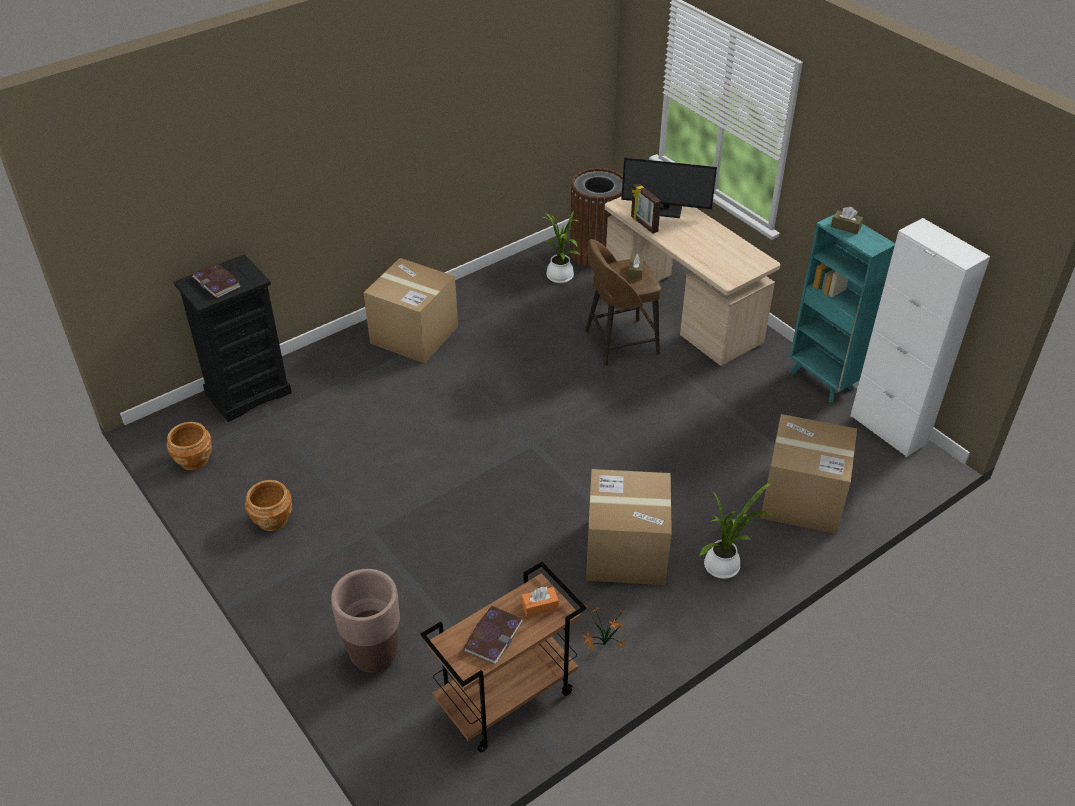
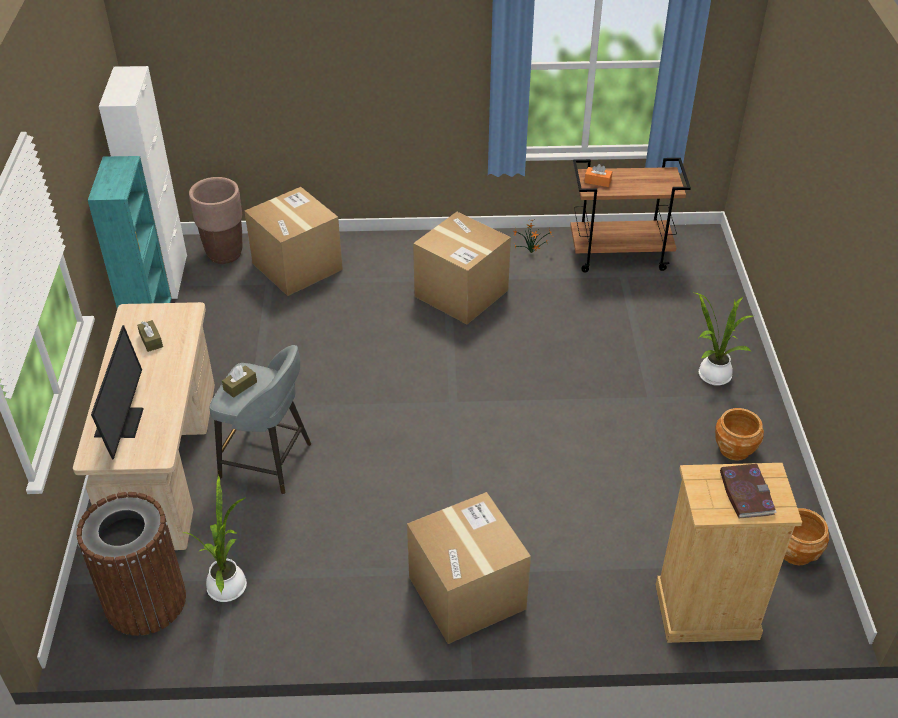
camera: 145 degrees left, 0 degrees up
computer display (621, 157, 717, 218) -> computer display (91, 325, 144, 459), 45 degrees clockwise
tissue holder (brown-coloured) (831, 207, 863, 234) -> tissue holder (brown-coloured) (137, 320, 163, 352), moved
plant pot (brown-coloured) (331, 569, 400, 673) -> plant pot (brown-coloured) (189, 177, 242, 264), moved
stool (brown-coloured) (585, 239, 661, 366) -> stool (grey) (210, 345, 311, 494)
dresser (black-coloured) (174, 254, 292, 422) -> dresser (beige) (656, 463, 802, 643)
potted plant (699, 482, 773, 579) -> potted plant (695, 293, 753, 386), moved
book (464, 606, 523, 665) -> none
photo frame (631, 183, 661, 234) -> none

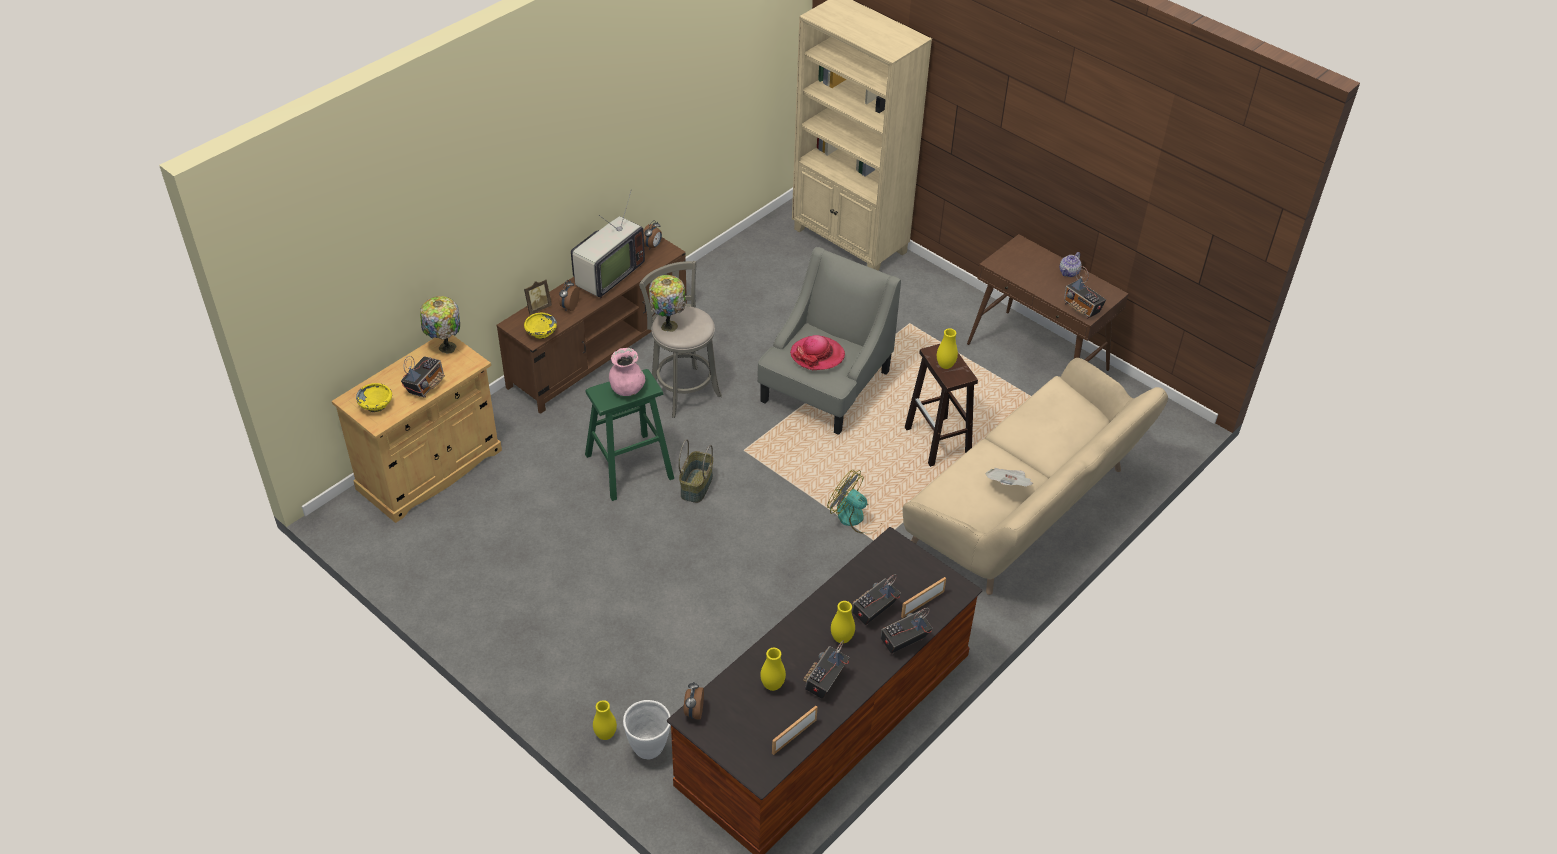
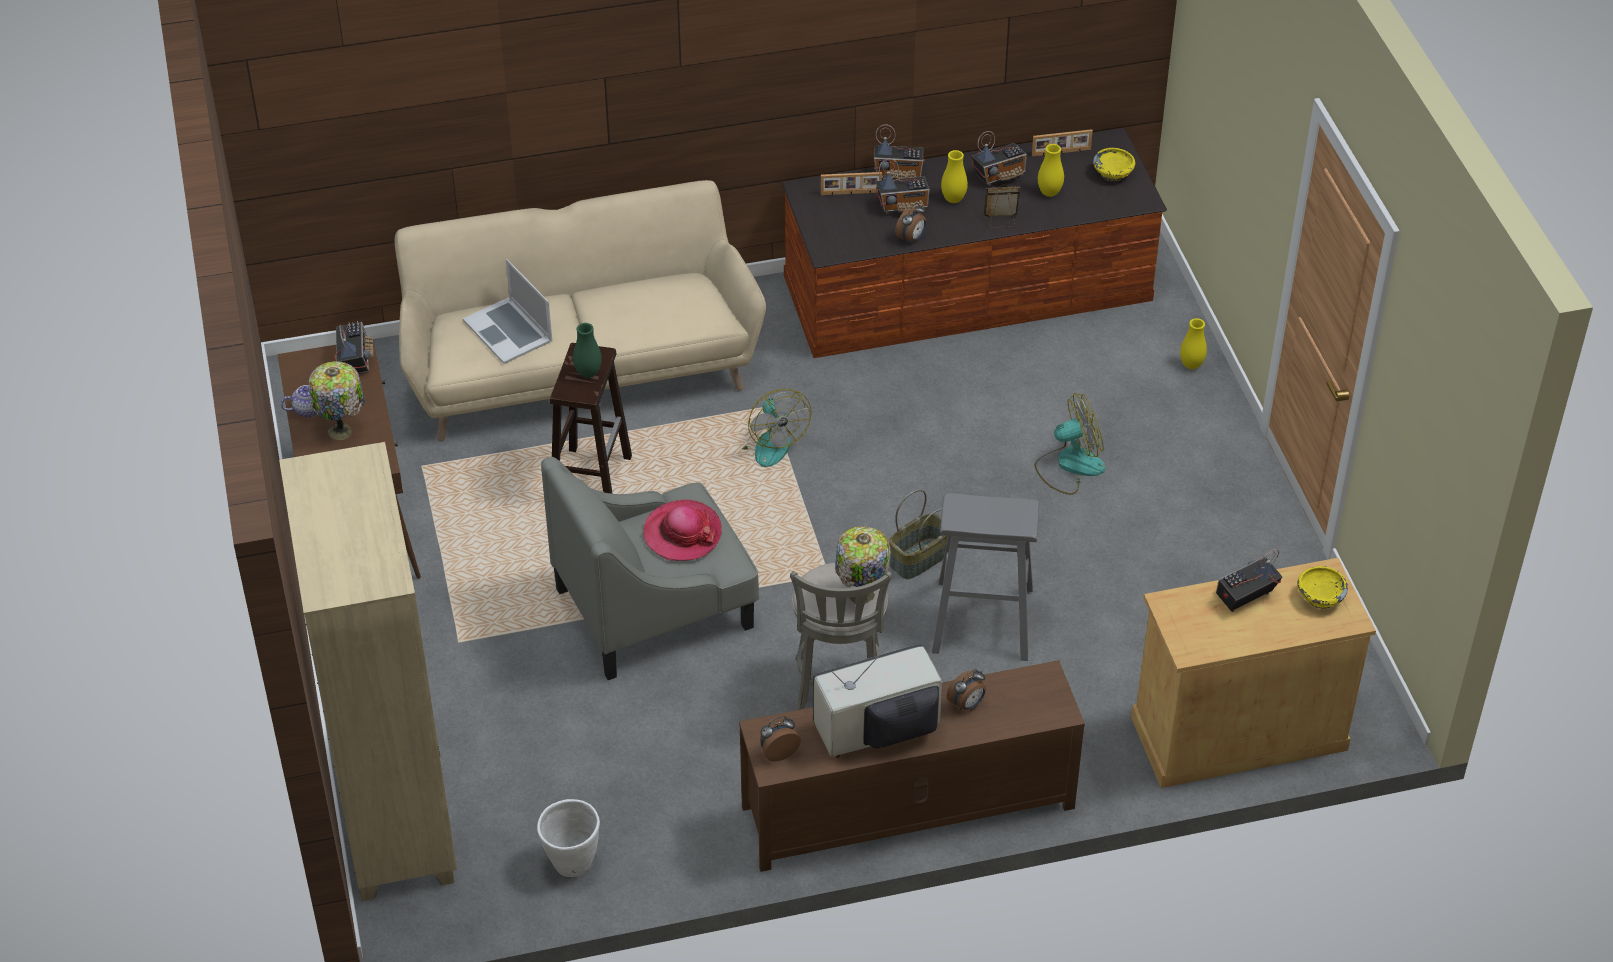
camera: 145 degrees left, 0 degrees up
table lamp (420, 296, 460, 354) -> table lamp (308, 361, 365, 440), moved
none -> portable computer (463, 259, 552, 364)
plant pot (white-coloured) (623, 700, 671, 759) -> plant pot (white-coloured) (537, 799, 600, 877), moved
decorative vase (yellow-coloured) (937, 328, 958, 369) -> decorative vase (green-coloured) (573, 323, 602, 378)
bedside clock (684, 681, 704, 720) -> bedside clock (895, 203, 926, 244), moved
stool (green-coloured) (585, 369, 674, 501) -> stool (grey) (932, 493, 1039, 661)
photo frame (524, 279, 552, 315) -> photo frame (984, 184, 1020, 228), moved
none -> cooling fan (1035, 393, 1106, 495)
deep dish (yellow-coloured) (524, 313, 557, 339) -> deep dish (yellow-coloured) (1093, 148, 1135, 182), moved
decorative vase (pinkish) (609, 348, 645, 396) -> none
printed paper (986, 468, 1033, 487) -> none

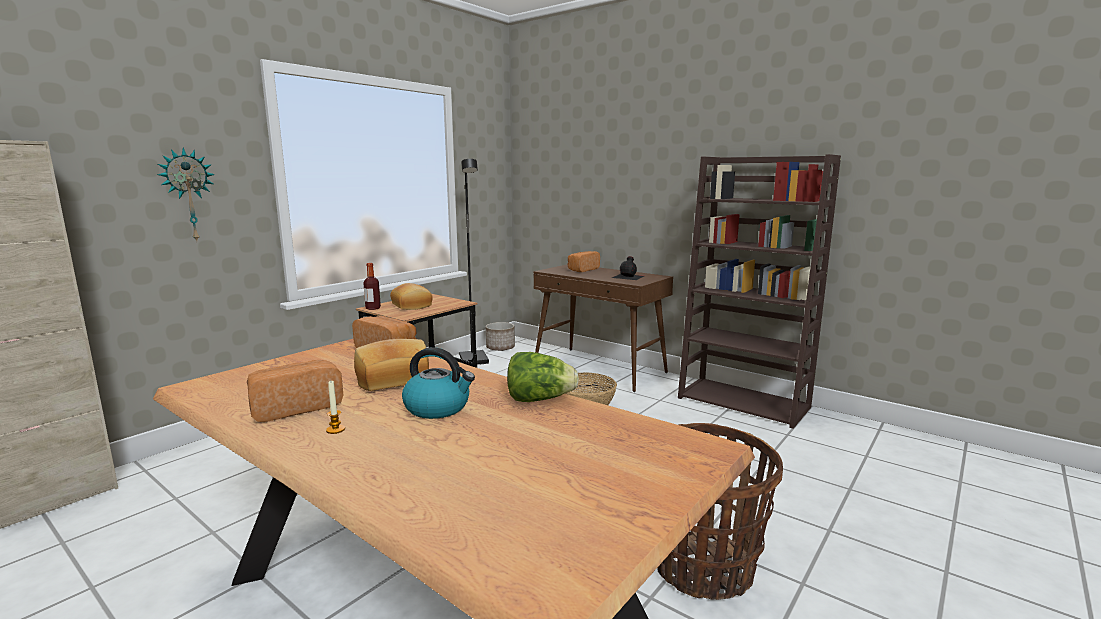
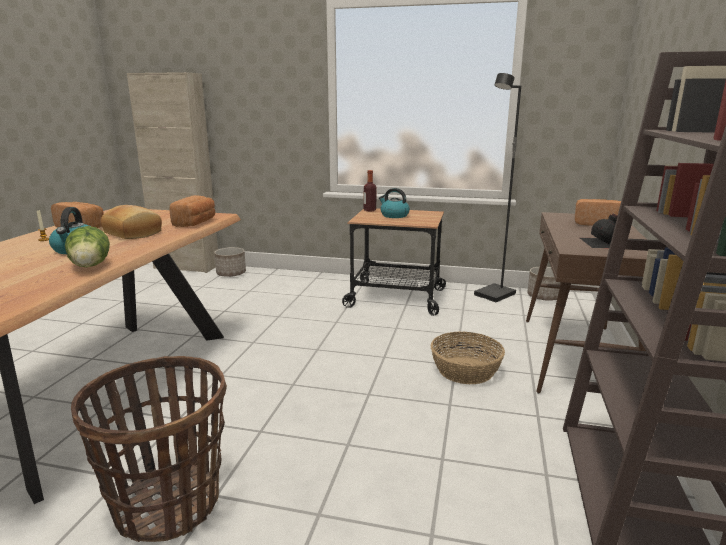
camera: 65 degrees right, 5 degrees up
none -> plant pot (214, 247, 246, 277)
bakery bread (390, 283, 433, 310) -> kettle (379, 188, 410, 218)
wall clock (157, 148, 215, 241) -> none

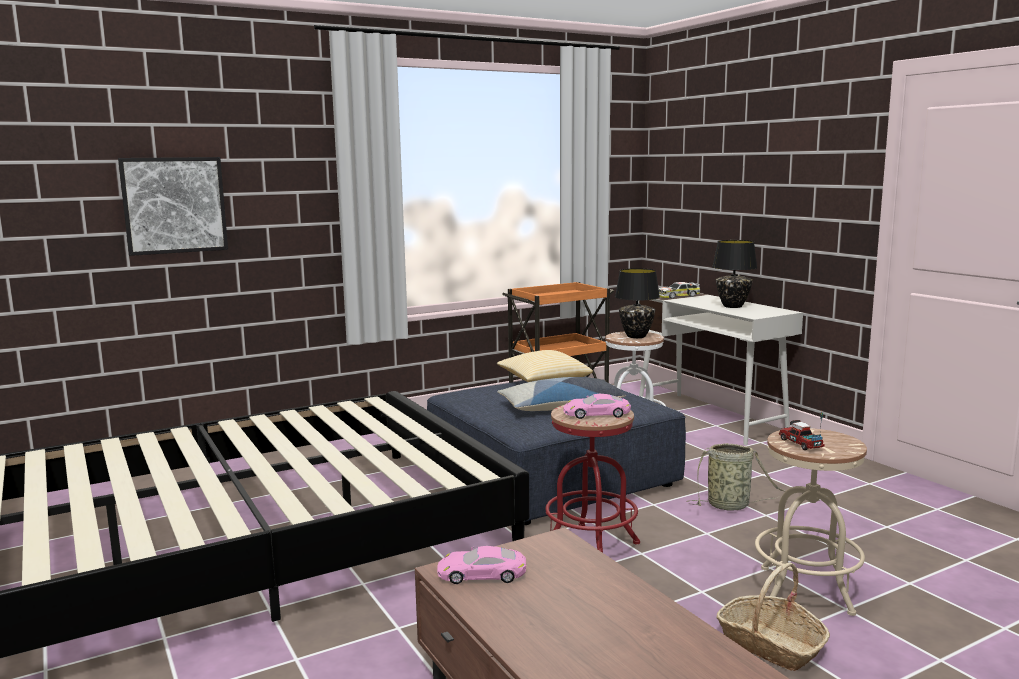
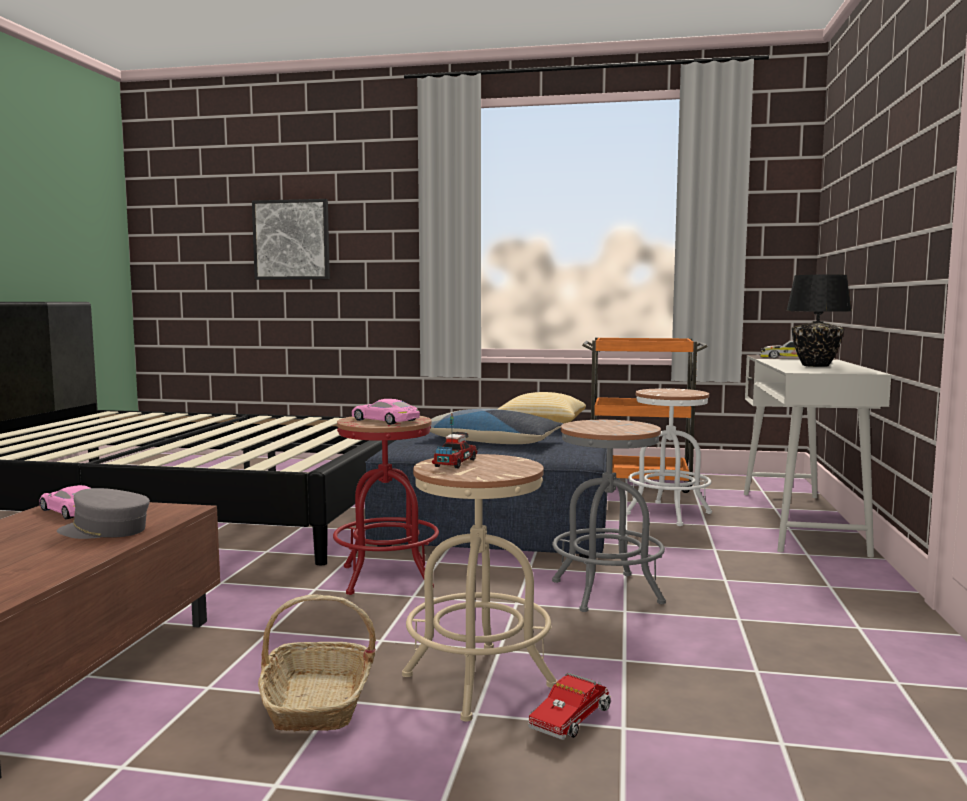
camera: 40 degrees right, 5 degrees down
none -> baseball cap (grey) (57, 488, 150, 539)
none -> toy lorry (528, 673, 611, 740)
basket (686, 443, 785, 511) -> stool (grey) (552, 420, 666, 612)
table lamp (black-coloured) (615, 268, 660, 338) -> none

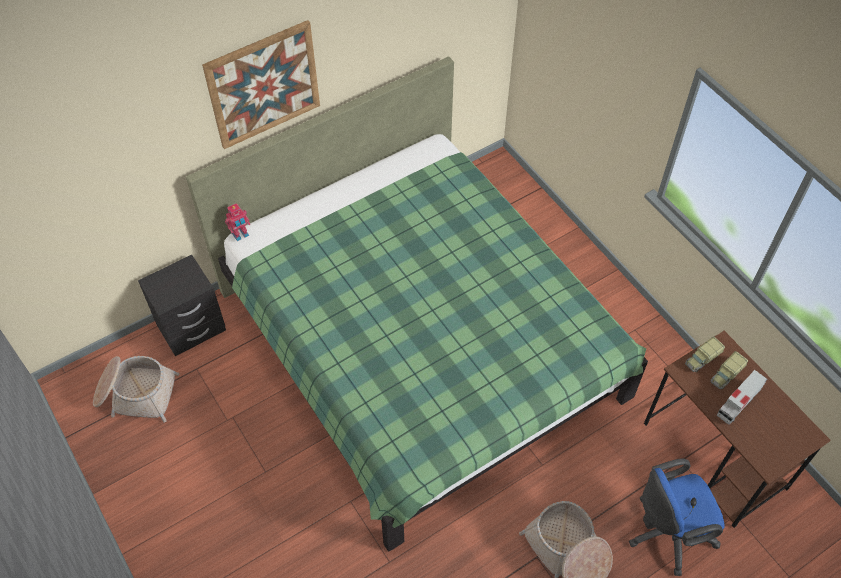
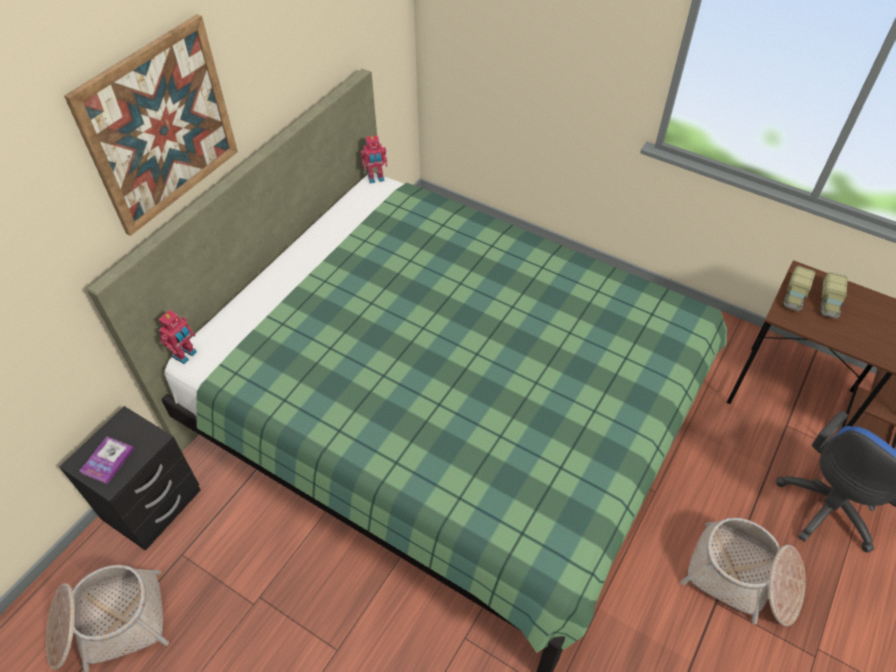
camera: 25 degrees left, 5 degrees down
none -> book (80, 437, 134, 484)
none -> toy robot (361, 135, 387, 183)
toy lorry (717, 370, 767, 425) -> none

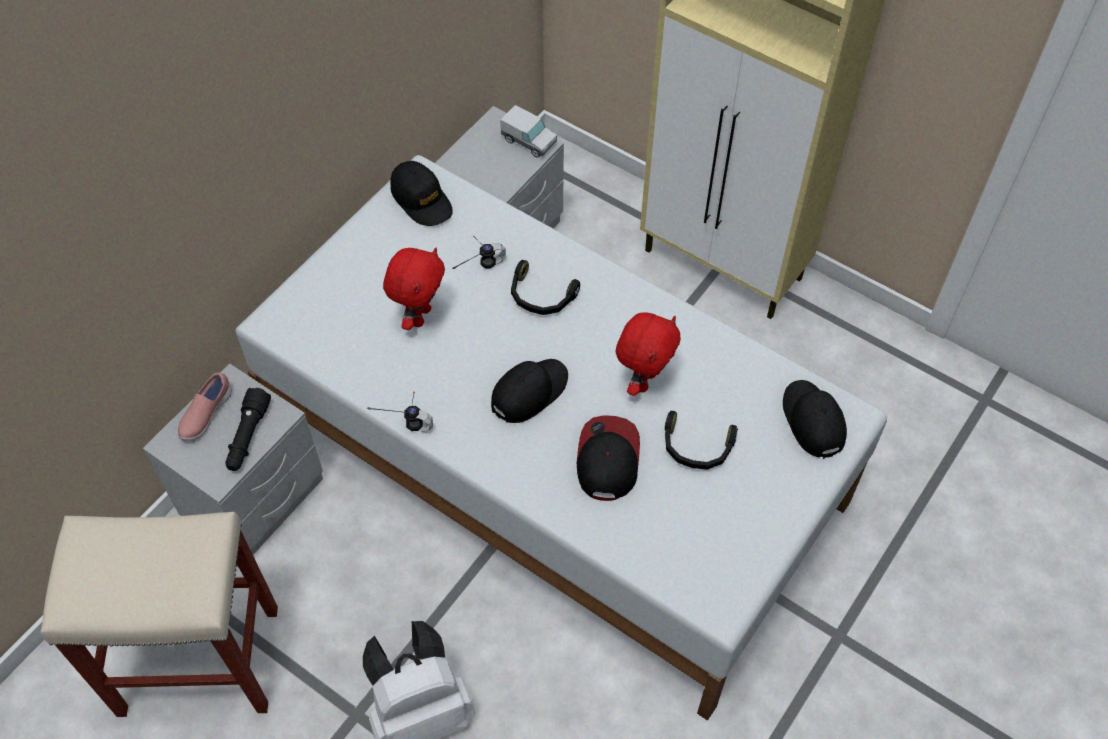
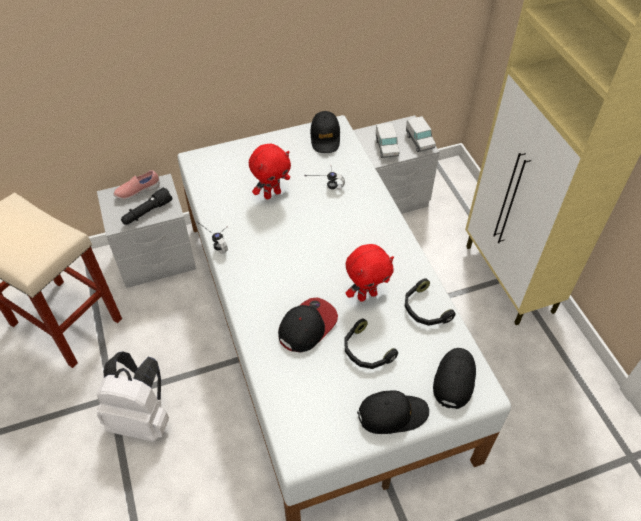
camera: 35 degrees right, 5 degrees down
baseball cap (black-coloured) (491, 359, 568, 423) -> baseball cap (black-coloured) (357, 390, 429, 434), moved
none -> toy lorry (376, 123, 400, 158)
pair of headphones (black-coloured) (511, 260, 580, 315) -> pair of headphones (black-coloured) (405, 278, 456, 326), moved

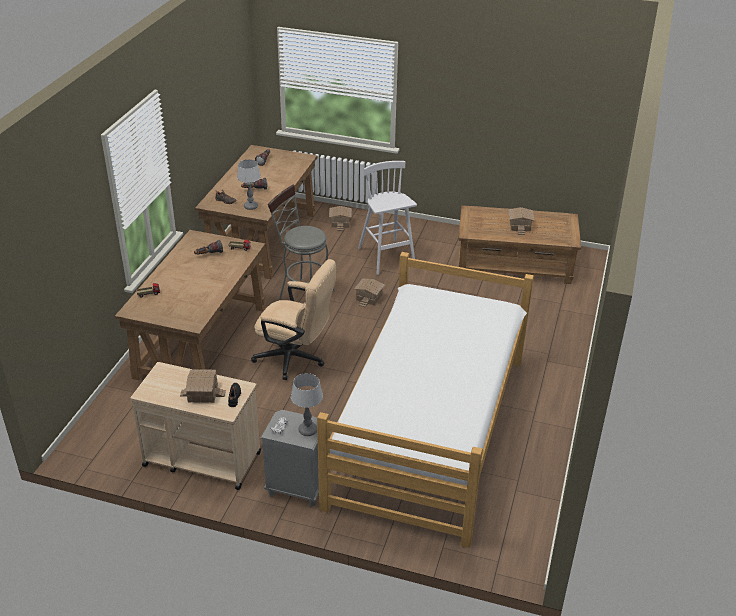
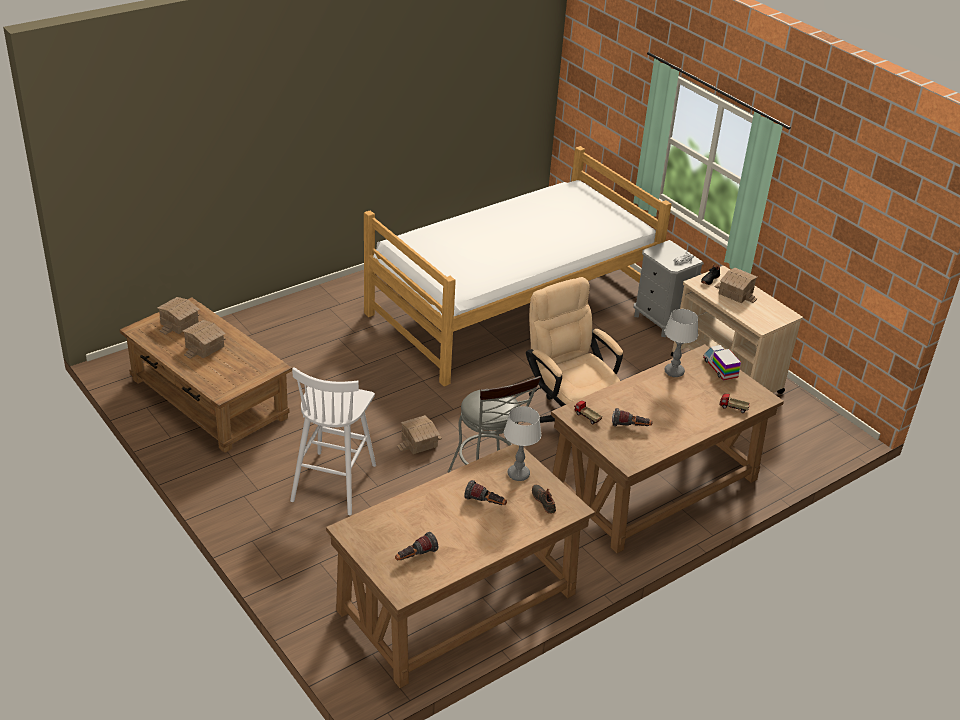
camera: 145 degrees left, 0 degrees up
model house (329, 206, 352, 231) -> model house (158, 297, 200, 335), moved
table lamp (291, 373, 323, 436) -> table lamp (664, 309, 698, 377), moved
none -> toy lorry (703, 345, 741, 381)

